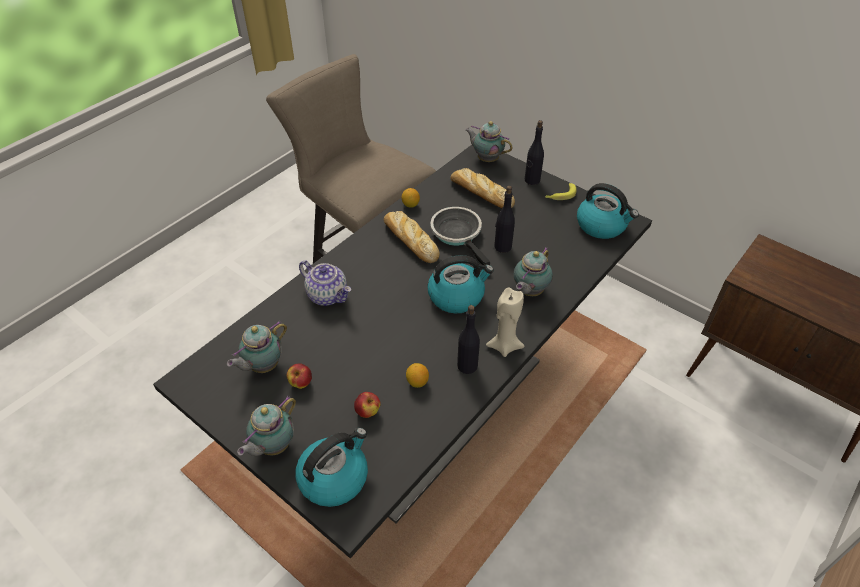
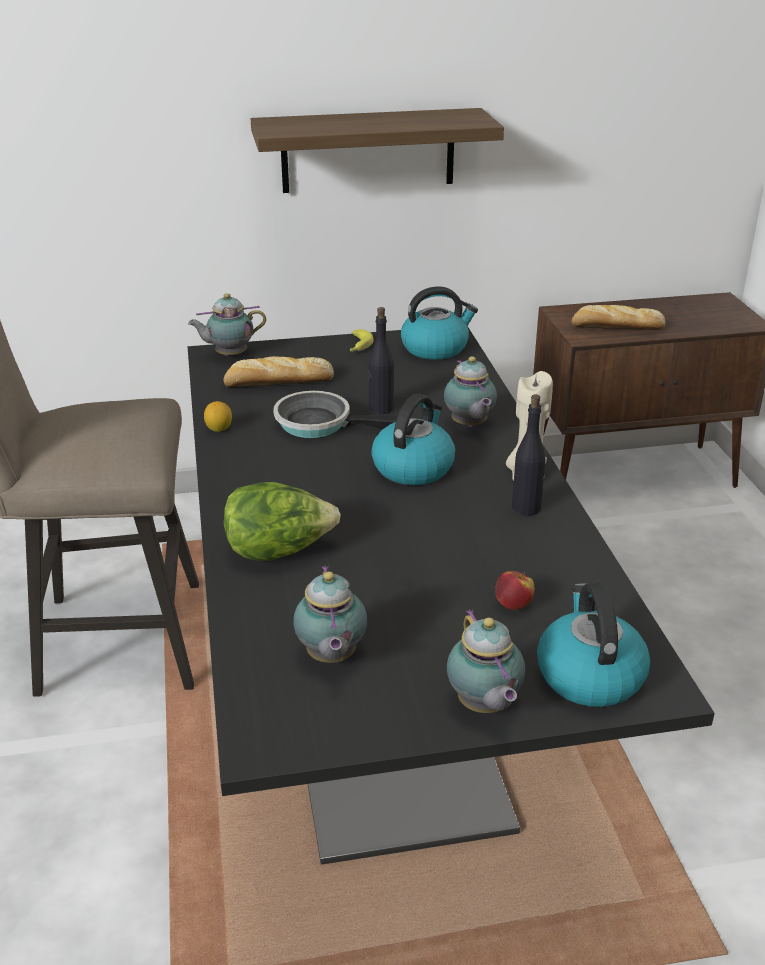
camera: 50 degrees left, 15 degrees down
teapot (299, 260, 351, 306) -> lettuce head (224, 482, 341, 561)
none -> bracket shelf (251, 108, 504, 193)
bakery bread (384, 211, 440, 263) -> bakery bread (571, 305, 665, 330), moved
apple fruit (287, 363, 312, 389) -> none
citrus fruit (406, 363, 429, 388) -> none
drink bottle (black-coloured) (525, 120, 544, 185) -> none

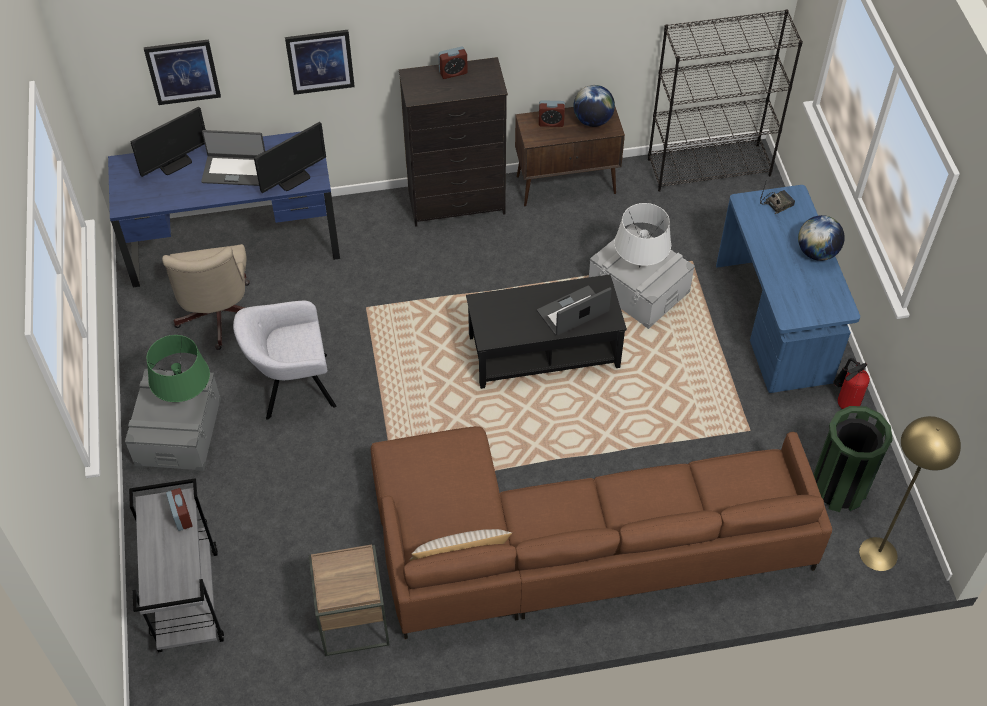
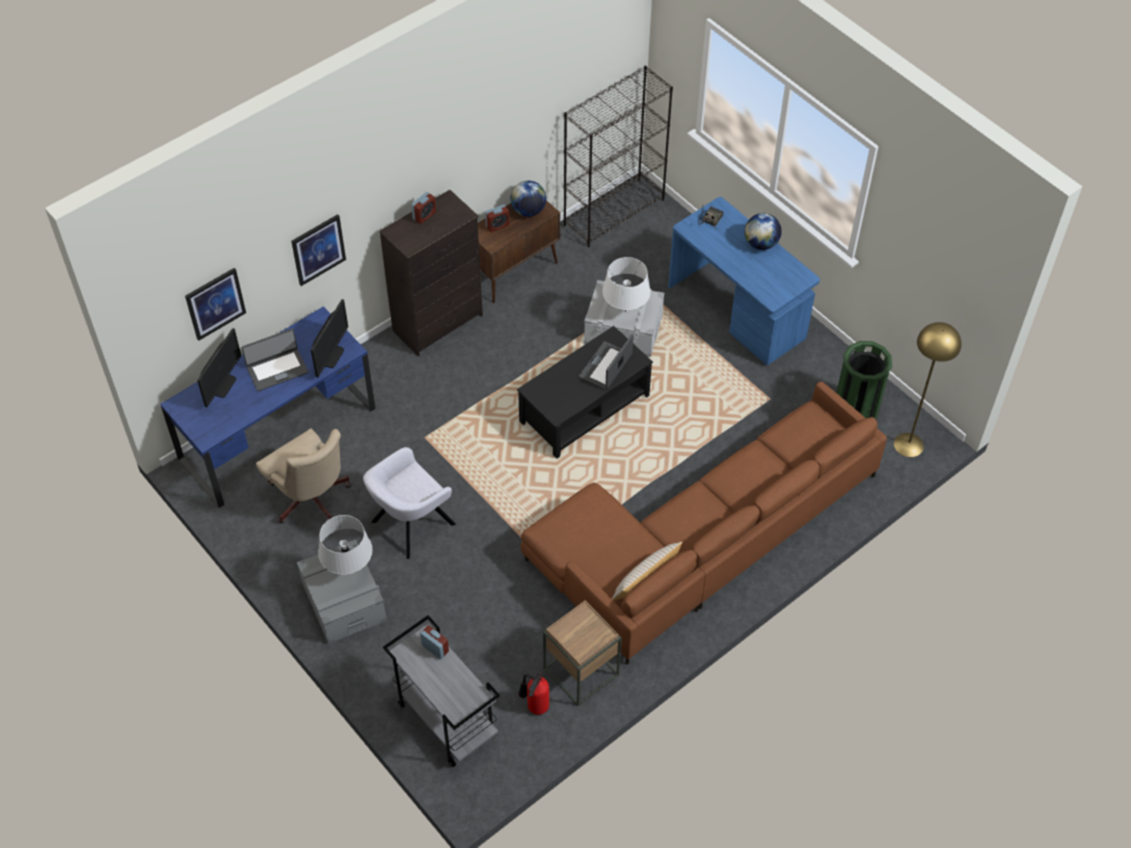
camera: 30 degrees left, 0 degrees up
table lamp (green-coloured) (146, 335, 210, 402) -> table lamp (grey) (318, 515, 372, 575)
fire-fighting cylinder (834, 358, 870, 409) -> fire-fighting cylinder (518, 673, 549, 715), moved

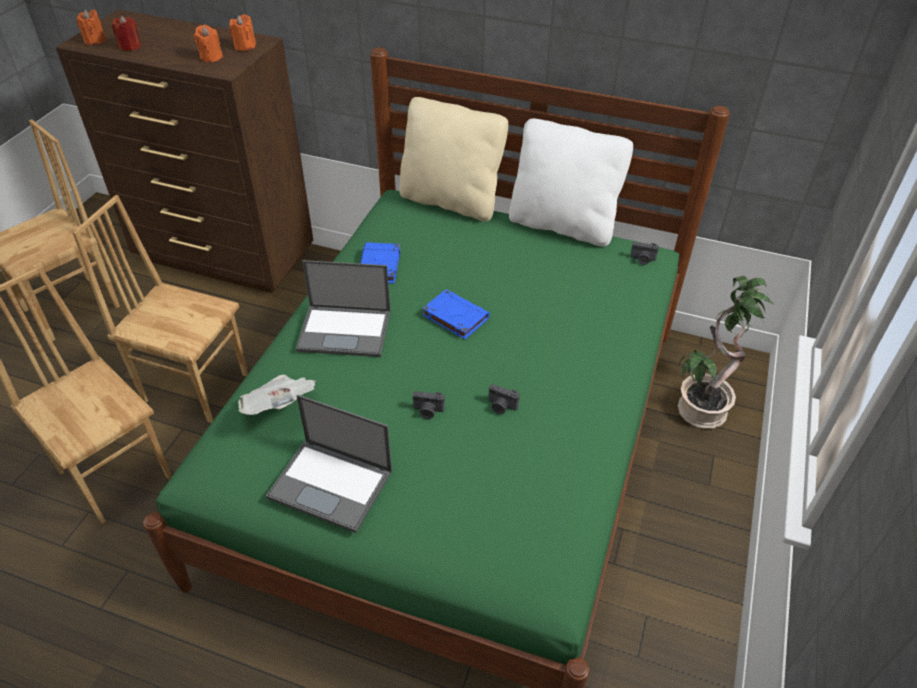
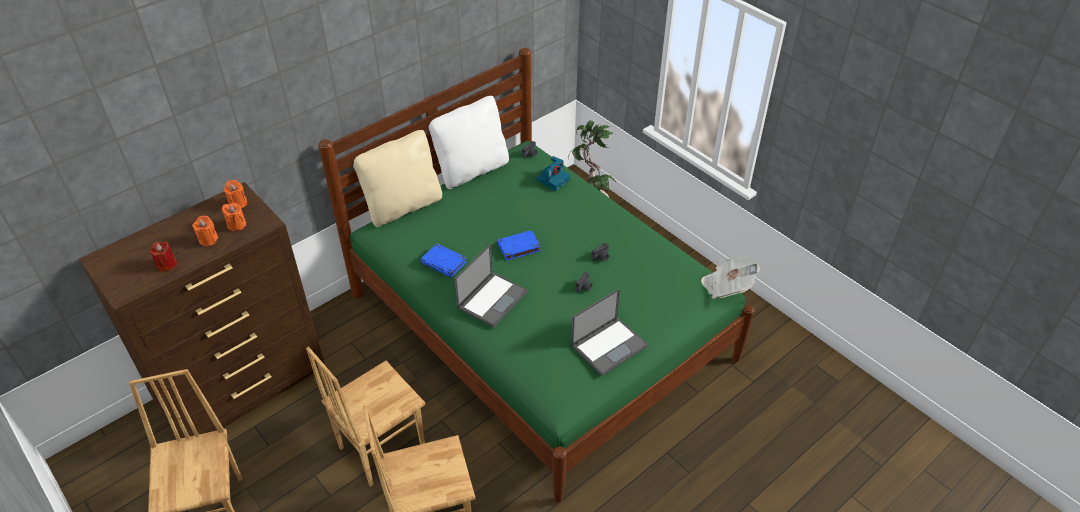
camera: 60 degrees left, 0 degrees up
candle (orange) (76, 9, 106, 45) -> candle (orange) (192, 216, 218, 246), moved
none -> photo camera (537, 156, 570, 191)
printed paper (238, 375, 316, 415) -> printed paper (701, 256, 760, 299), moved

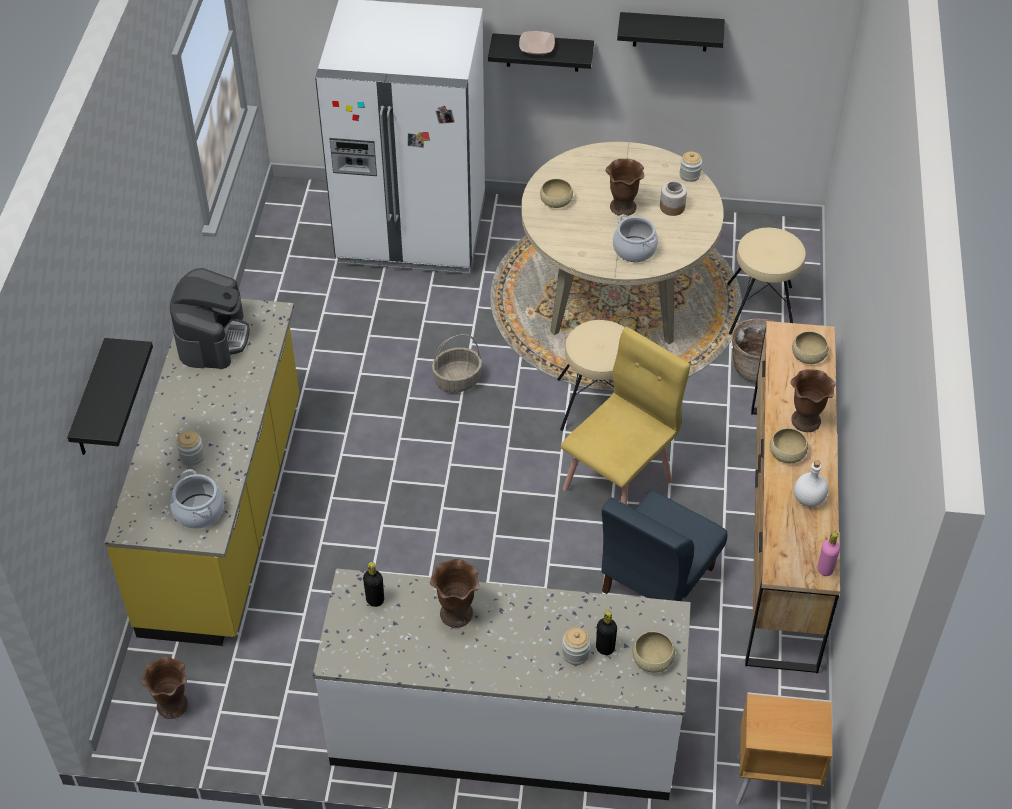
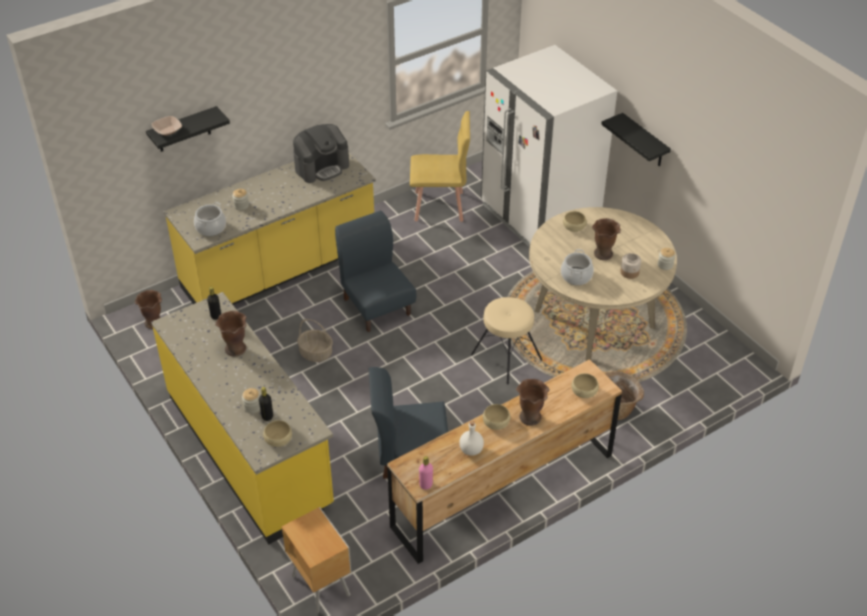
camera: 50 degrees right, 5 degrees down
counter (white-coloured) (313, 568, 691, 800) -> counter (yellow-coloured) (151, 292, 334, 545)
deep dish (519, 31, 555, 55) -> deep dish (152, 116, 182, 136), moved
basket (432, 334, 482, 392) -> basket (297, 319, 333, 362), moved
none -> upright chair (blue-coloured) (335, 211, 417, 332)
upright chair (yellow-coloured) (561, 327, 690, 505) -> upright chair (yellow-coloured) (410, 111, 470, 222), moved
bracket shelf (black-coloured) (617, 12, 725, 51) -> none
stool (beige) (727, 228, 806, 334) -> none

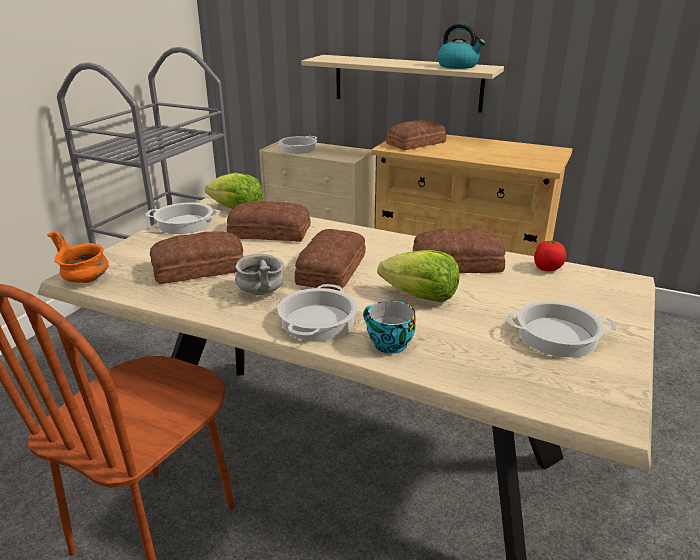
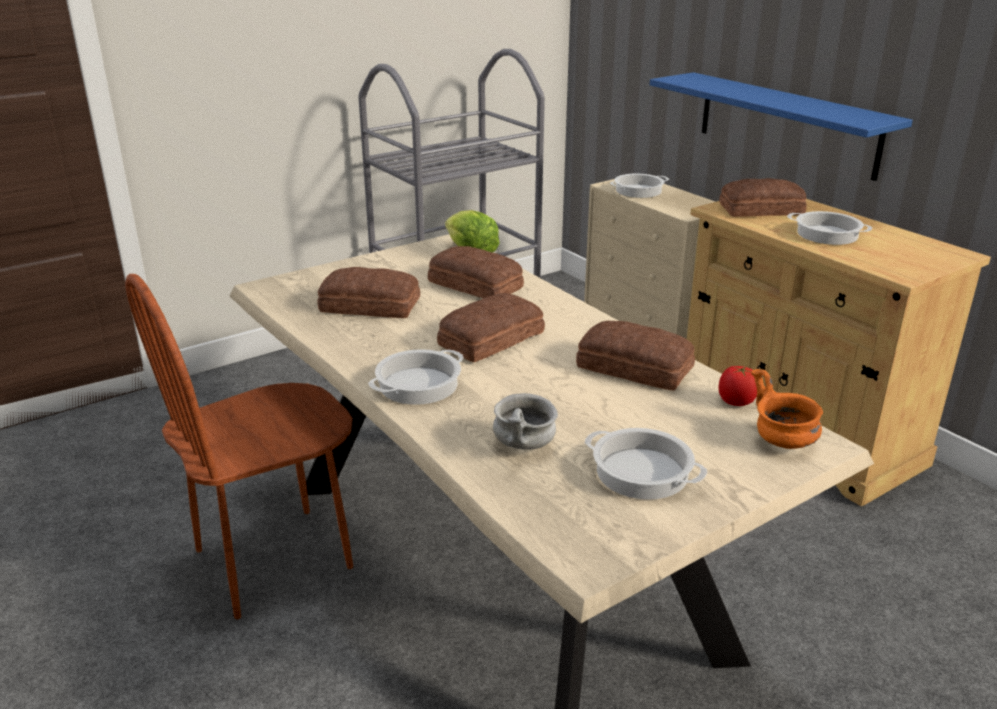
camera: 30 degrees right, 0 degrees up
deep dish (grey) (235, 254, 284, 295) -> deep dish (grey) (493, 393, 558, 450), moved
bracket shelf (beige) (302, 55, 504, 113) -> bracket shelf (blue-coloured) (650, 72, 913, 181)
deep dish (orange) (48, 231, 109, 283) -> deep dish (orange) (751, 369, 823, 449), moved
saucepot (145, 202, 220, 234) -> saucepot (787, 211, 872, 245), moved
small cup (363, 301, 416, 354) -> none
lettuce head (377, 250, 459, 302) -> none
kettle (437, 23, 486, 69) -> none

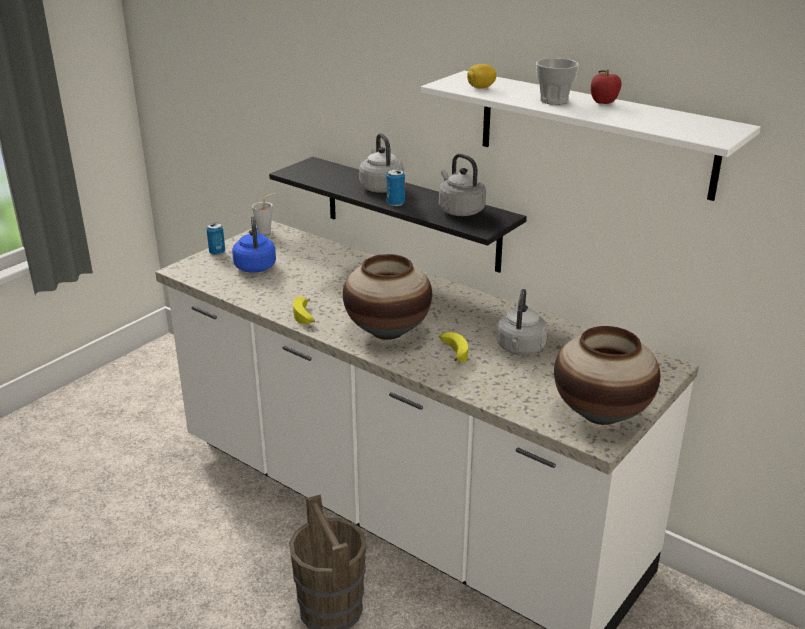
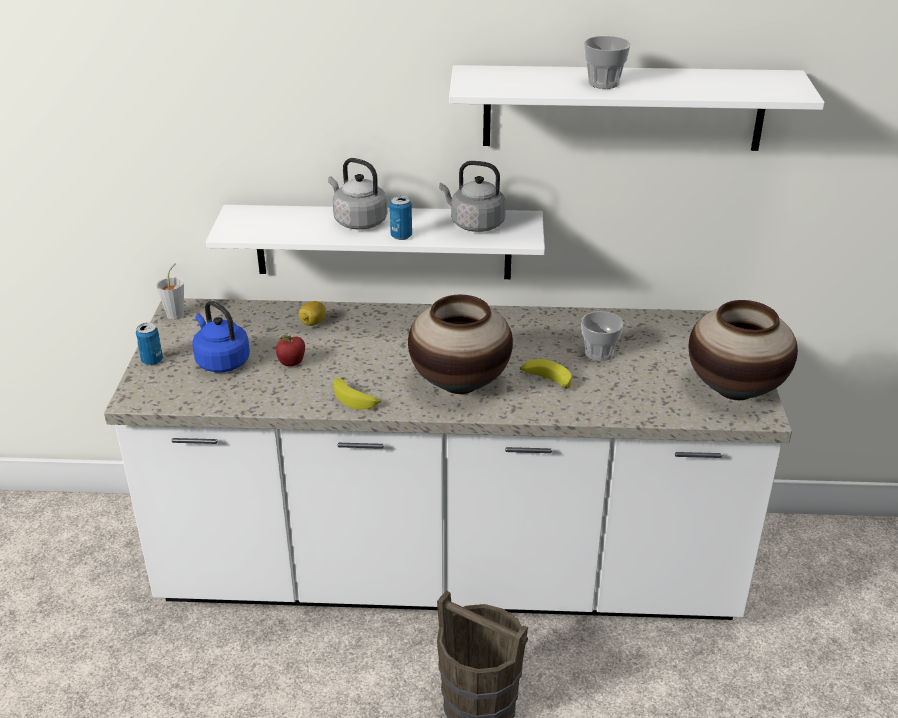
camera: 35 degrees left, 5 degrees up
bracket shelf (black-coloured) (269, 157, 527, 273) -> bracket shelf (white-coloured) (206, 205, 545, 279)
apple fruit (591, 69, 622, 104) -> apple fruit (276, 335, 305, 366), moved
citrus fruit (467, 64, 497, 89) -> citrus fruit (299, 301, 326, 326), moved
kettle (grey) (497, 289, 548, 355) -> small cup (581, 311, 624, 361)

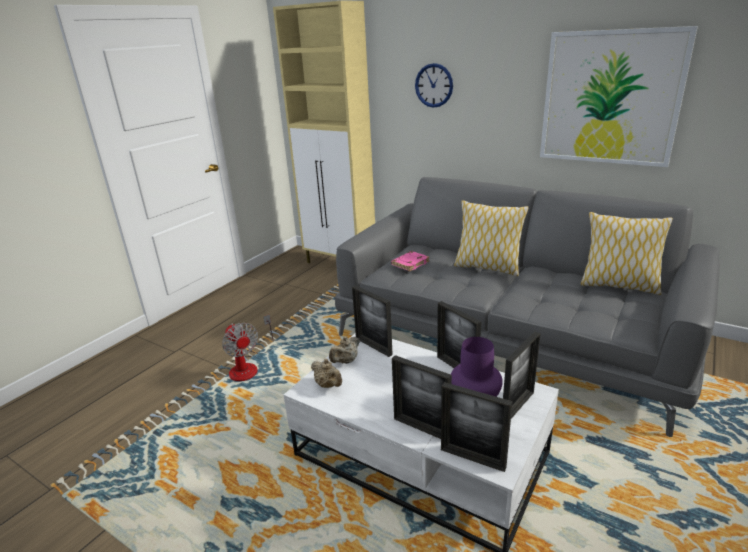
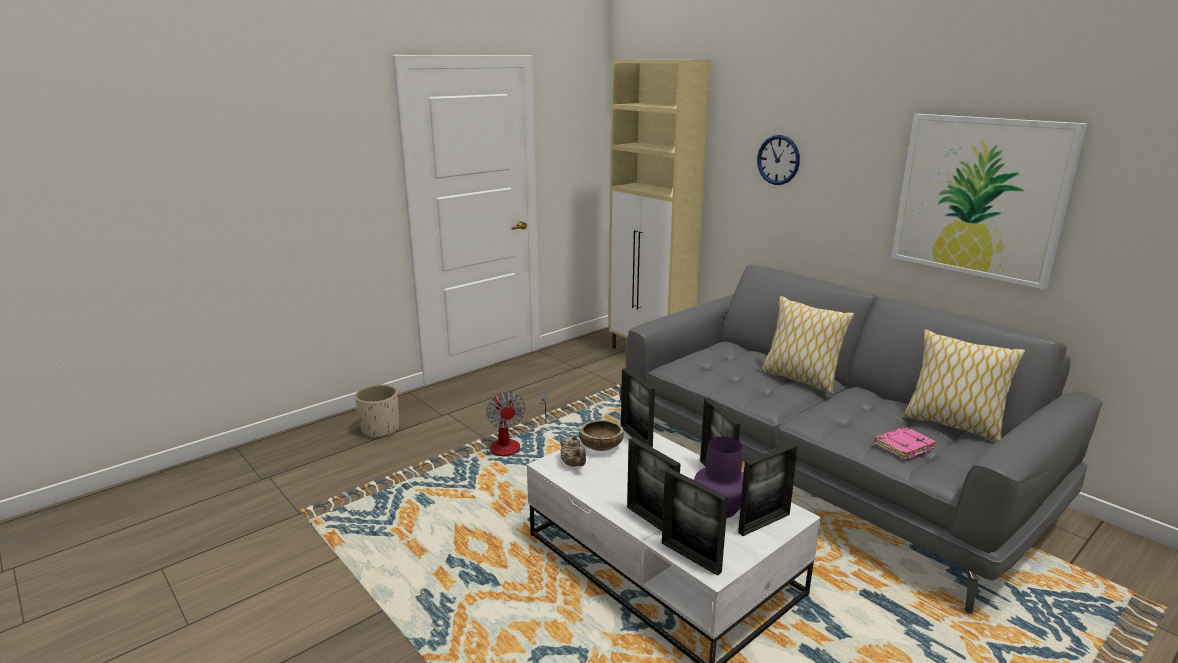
camera: 15 degrees right, 5 degrees down
none -> plant pot (beige) (355, 384, 399, 437)
teapot (beige) (329, 336, 360, 364) -> deep dish (brown-coloured) (579, 420, 624, 451)
book (pinkish) (391, 251, 429, 271) -> book (pinkish) (874, 427, 937, 460), moved

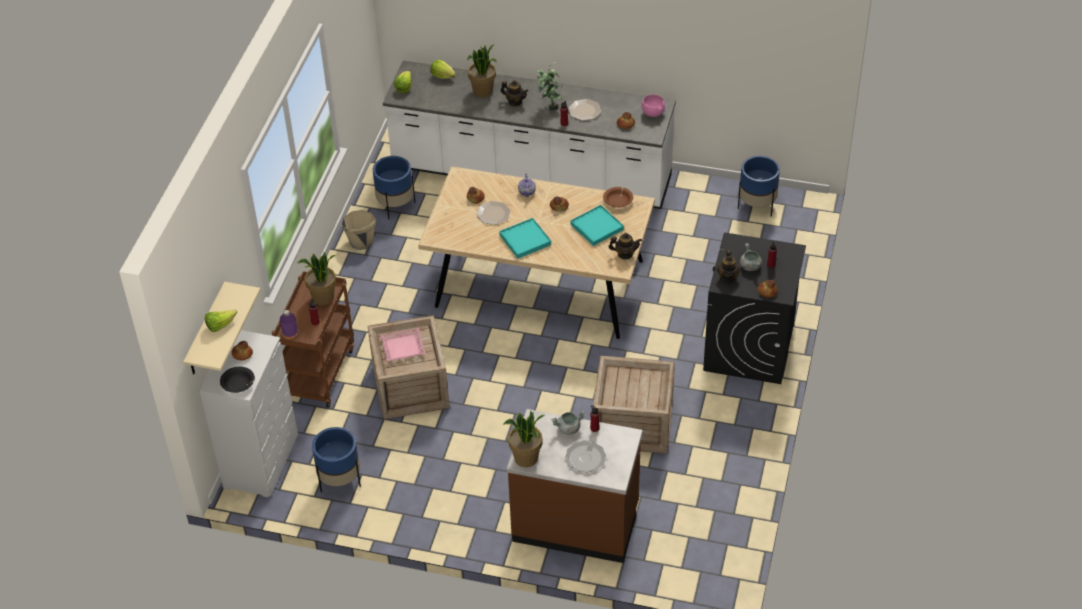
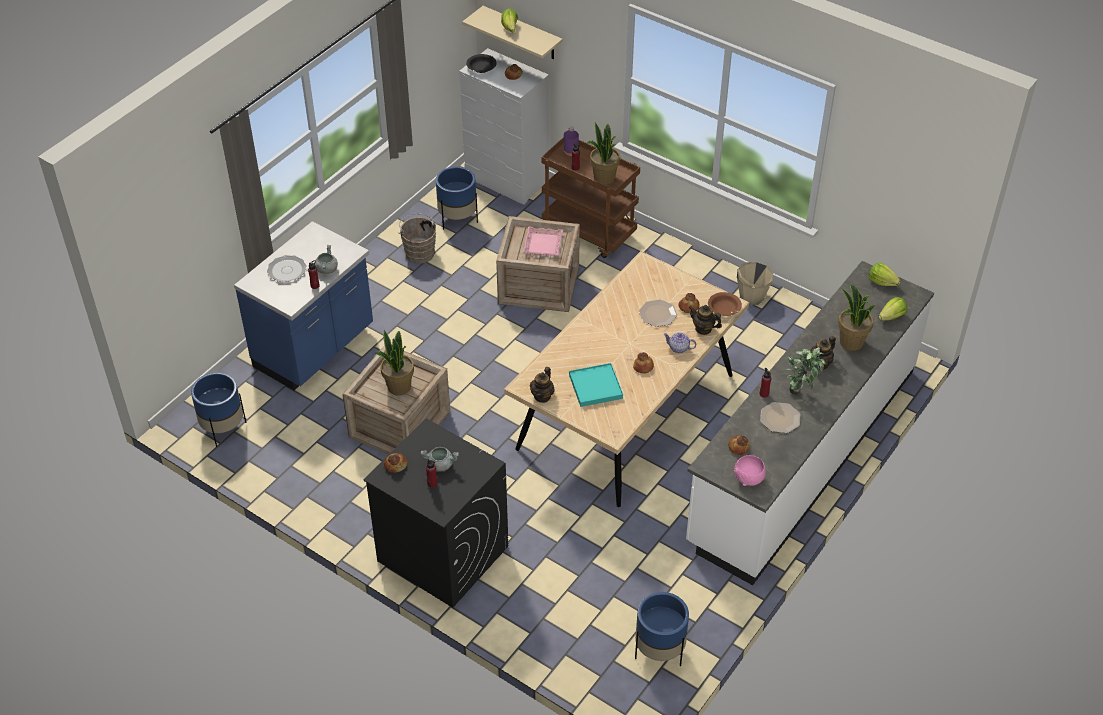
camera: 110 degrees right, 0 degrees up
plant pot (blue-coloured) (373, 156, 415, 219) -> plant pot (blue-coloured) (191, 372, 246, 447), moved
counter (brown-coloured) (507, 409, 643, 563) -> counter (blue-coloured) (234, 221, 373, 390)
potted plant (503, 410, 544, 467) -> potted plant (373, 330, 414, 396), moved
none -> water bucket (brown-coloured) (399, 213, 437, 264)
teapot (716, 250, 740, 283) -> teapot (689, 305, 722, 335), moved
deep dish (brown-coloured) (603, 187, 633, 208) -> deep dish (brown-coloured) (708, 292, 742, 316), moved
carrying tray (turquoise) (499, 218, 551, 259) -> none

